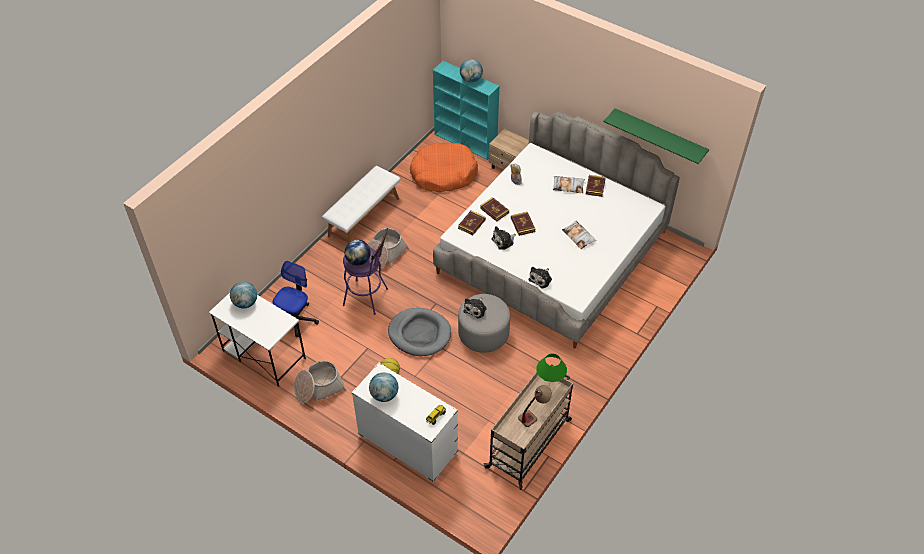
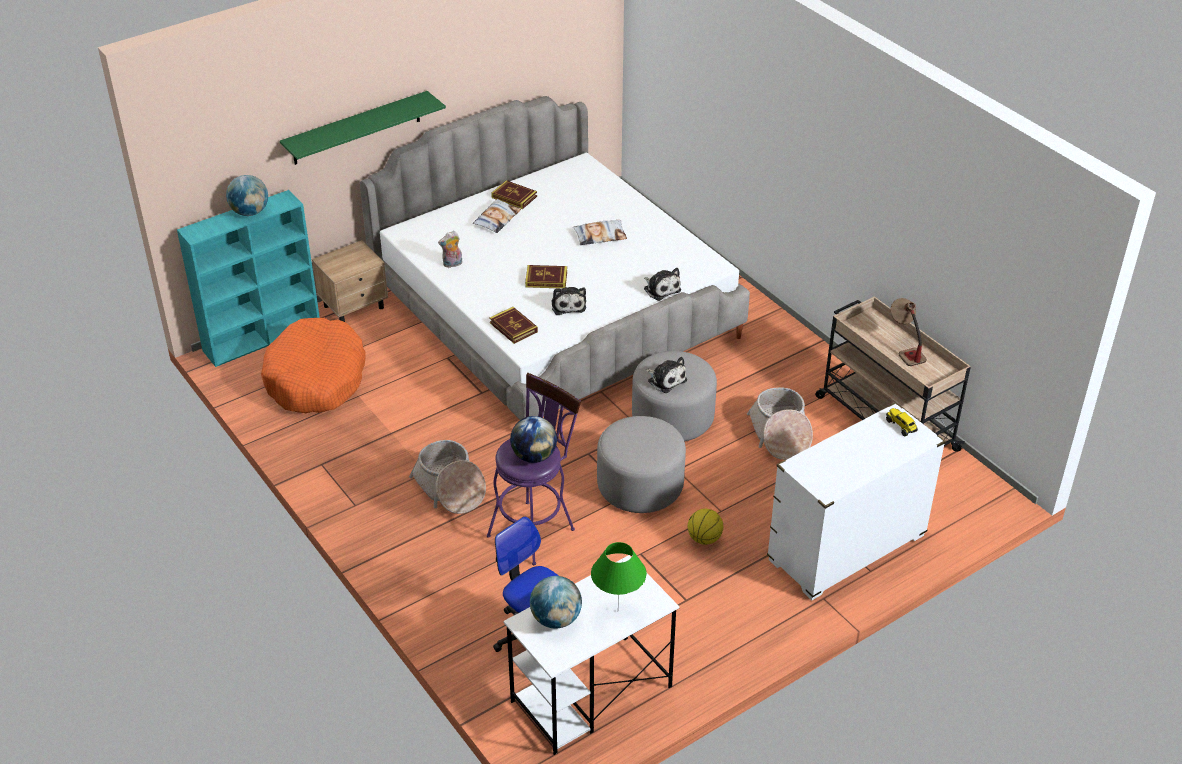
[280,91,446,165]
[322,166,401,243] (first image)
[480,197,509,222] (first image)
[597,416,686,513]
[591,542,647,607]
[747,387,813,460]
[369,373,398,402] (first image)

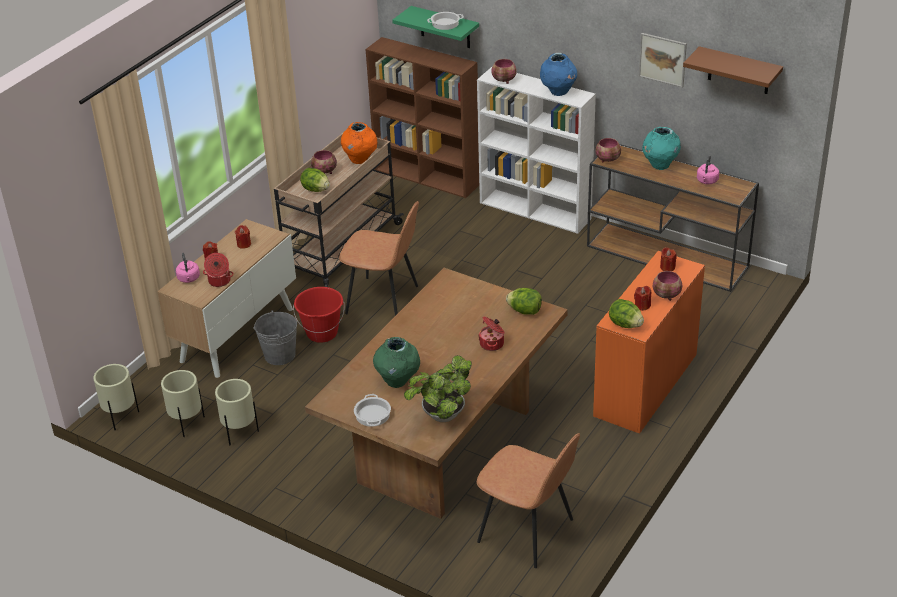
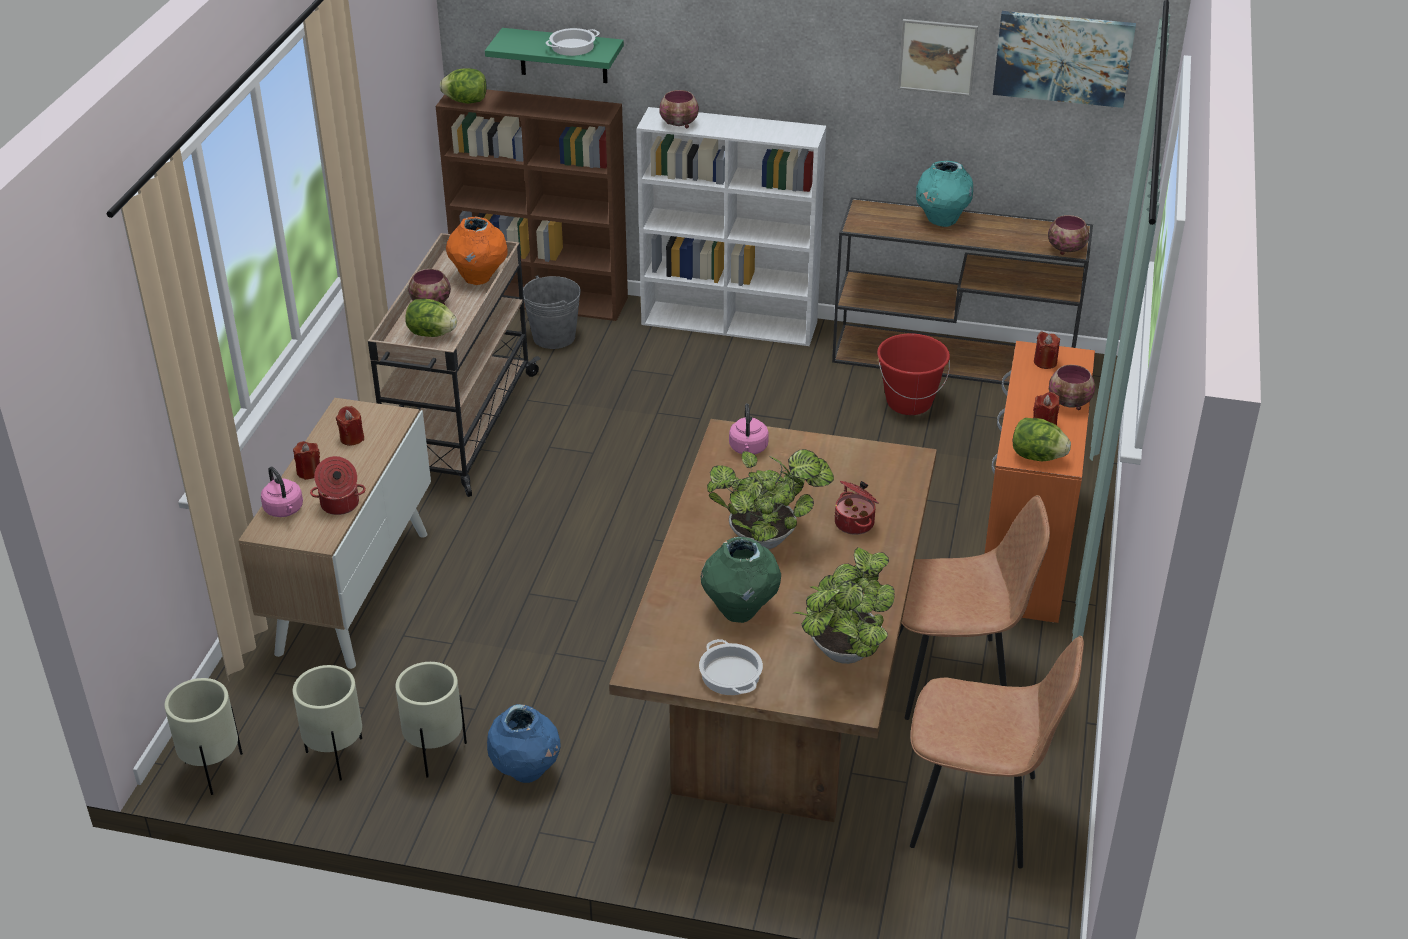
[993,11,1136,108]
[487,704,560,783]
[1048,215,1089,255]
[729,403,769,455]
[898,495,1050,720]
[877,334,950,415]
[440,68,487,104]
[523,275,581,349]
[707,449,834,550]

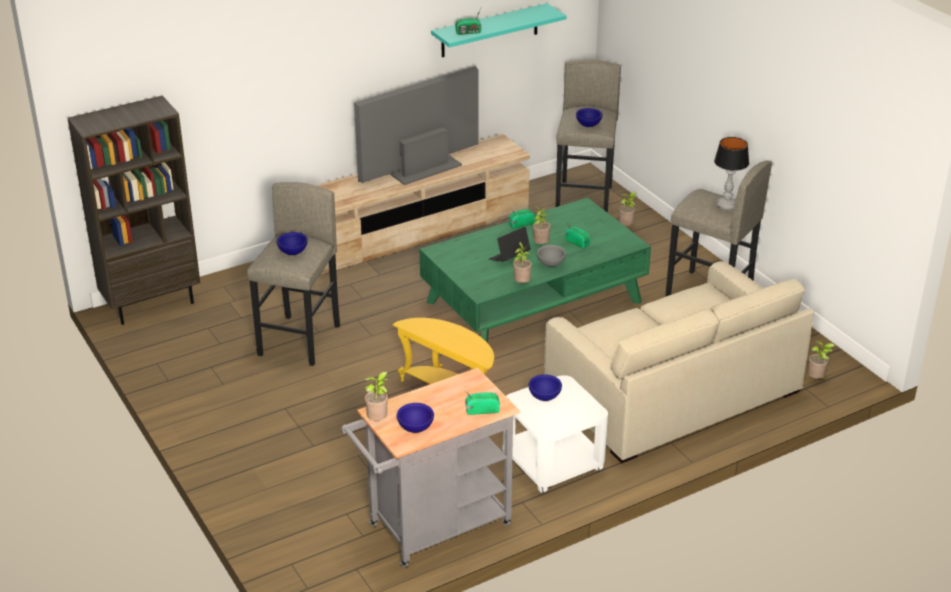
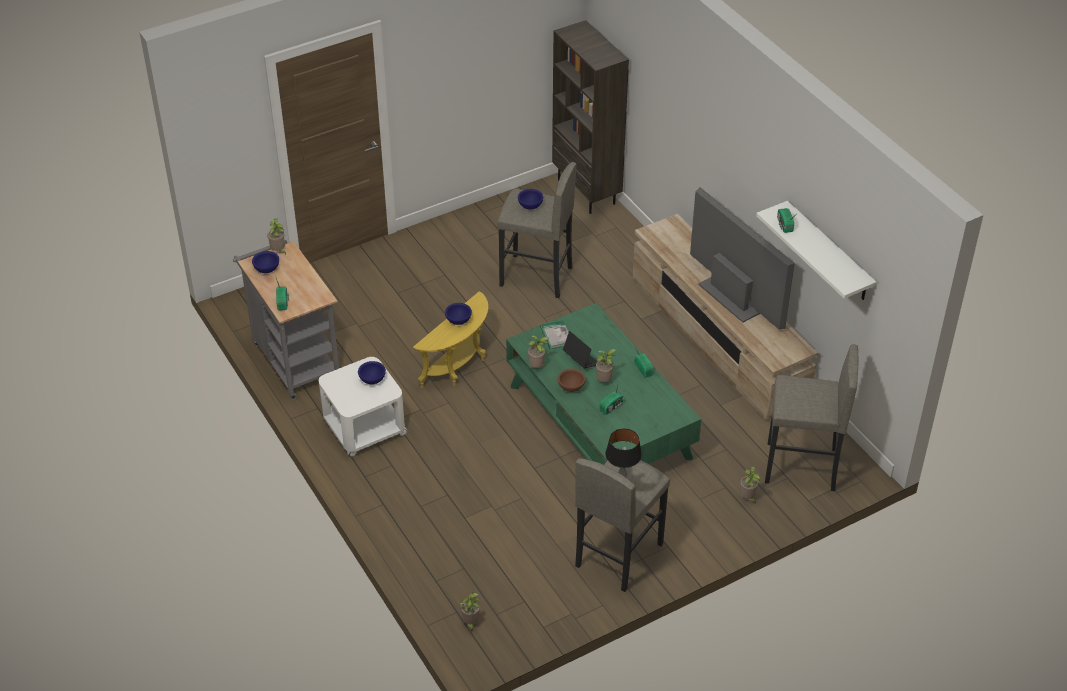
[756,201,877,300]
[445,303,472,325]
[558,368,586,392]
[544,261,814,464] (first image)
[540,320,569,349]

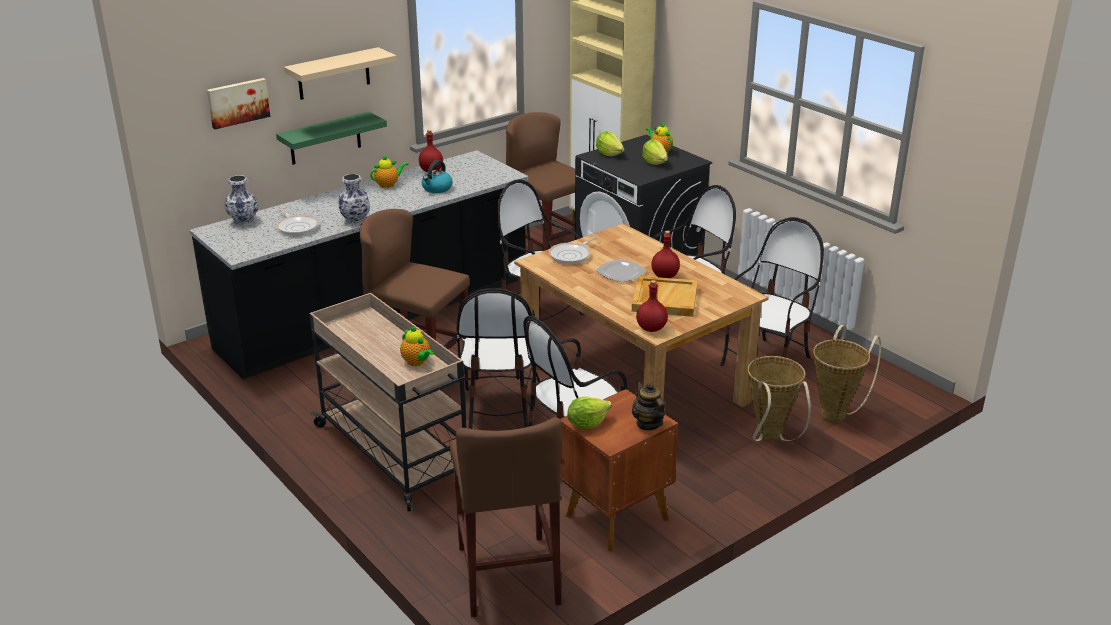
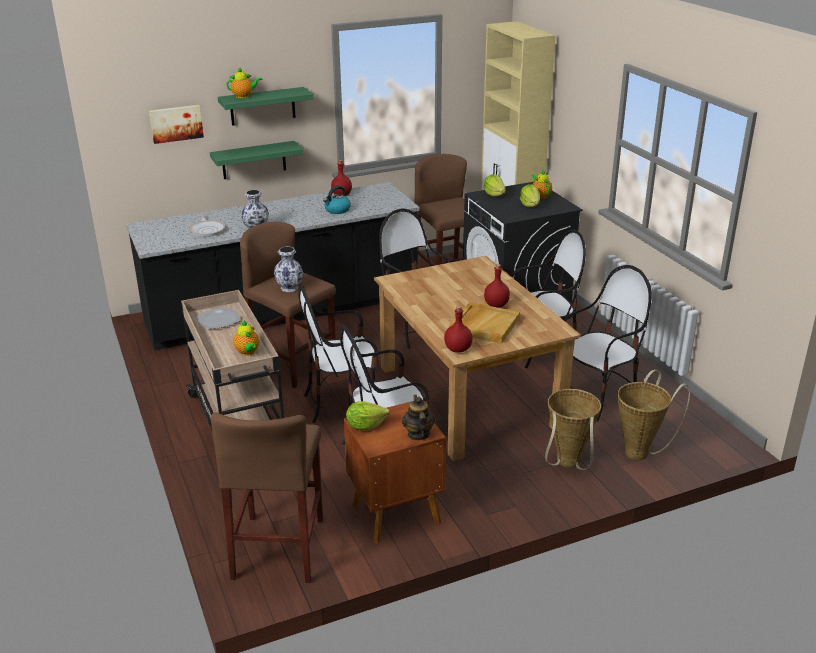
[218,87,313,126]
[226,68,263,98]
[274,246,303,292]
[549,236,598,264] (first image)
[197,307,240,329]
[298,283,378,423]

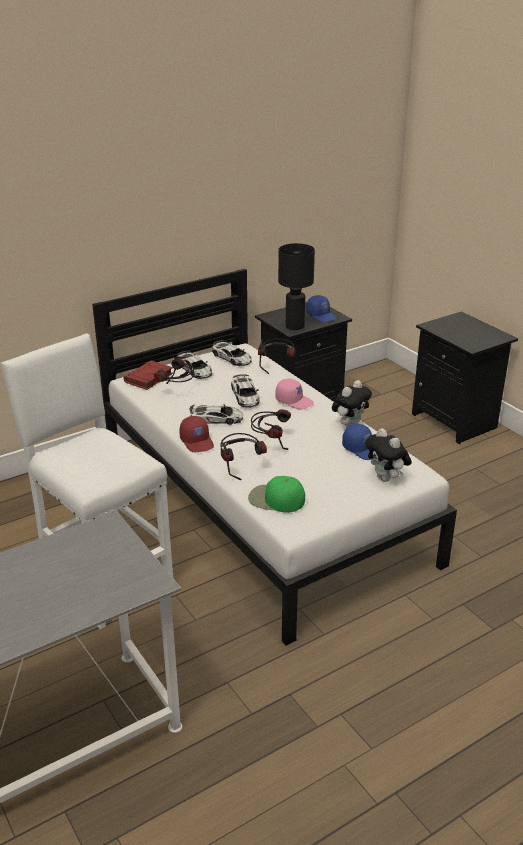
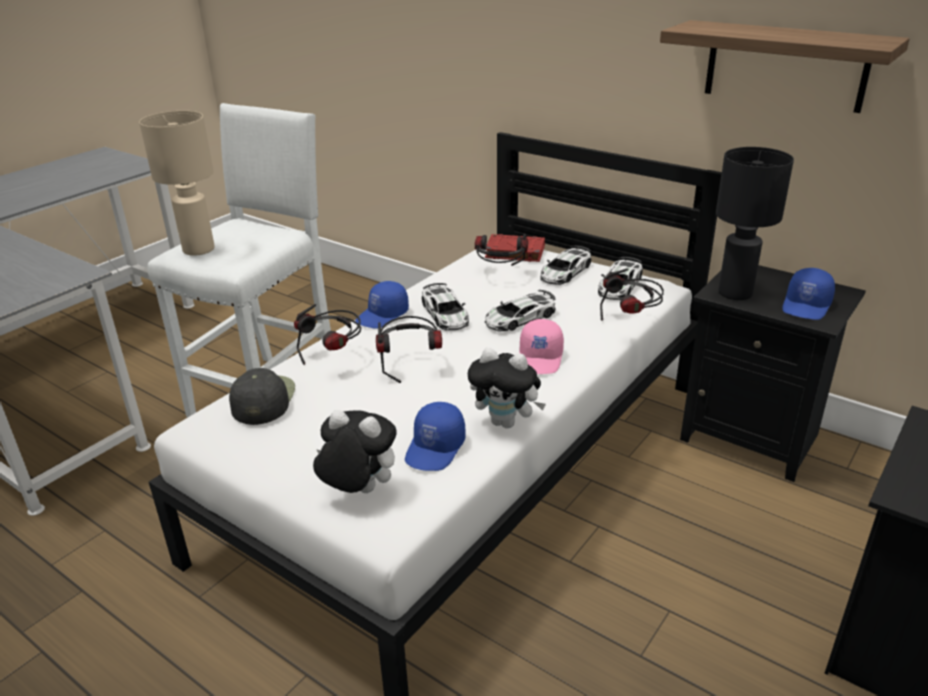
[355,281,409,329]
[313,410,396,493]
[229,368,295,425]
[660,20,910,113]
[139,111,215,256]

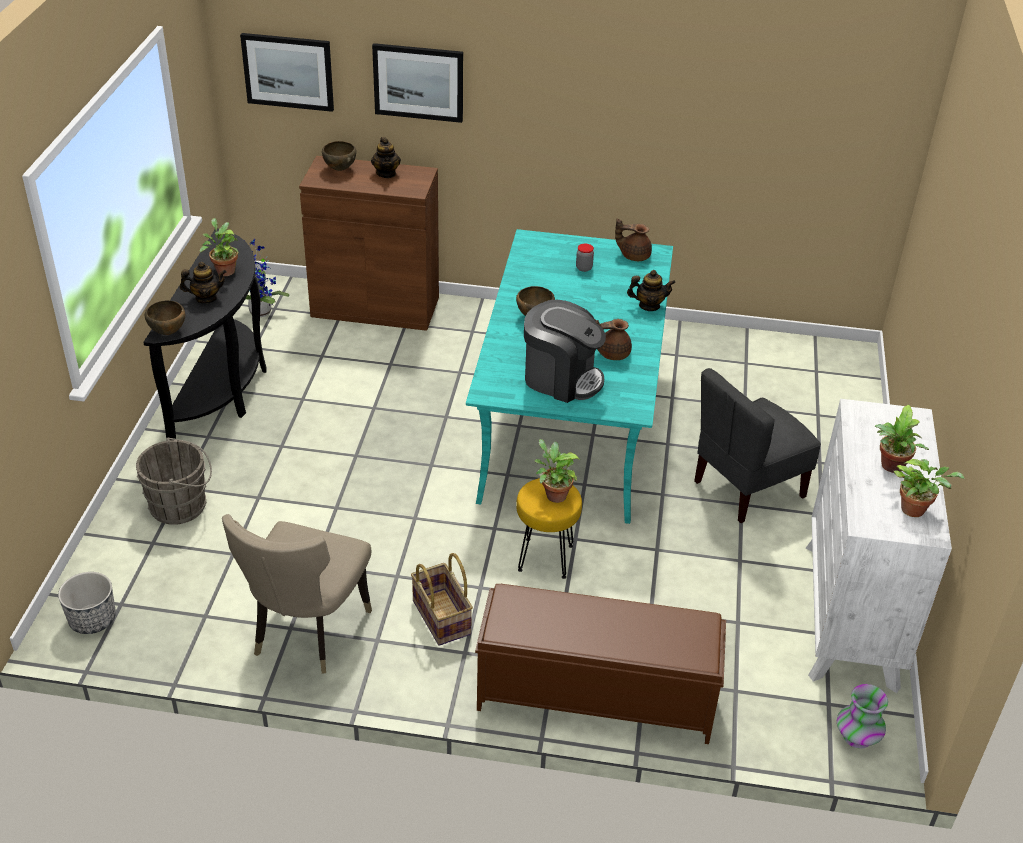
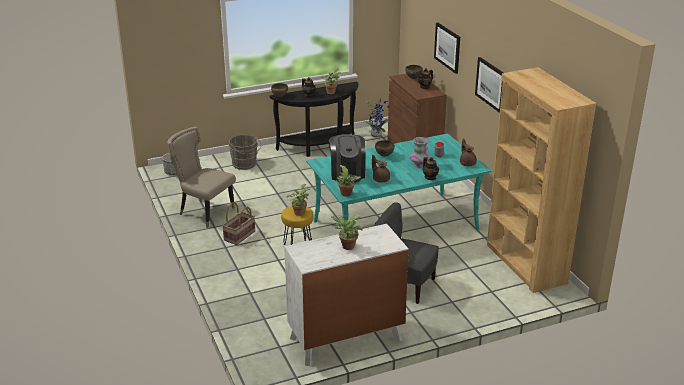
[475,57,504,113]
[337,165,360,197]
[167,127,236,228]
[475,584,726,744] (first image)
[409,137,430,167]
[487,67,596,293]

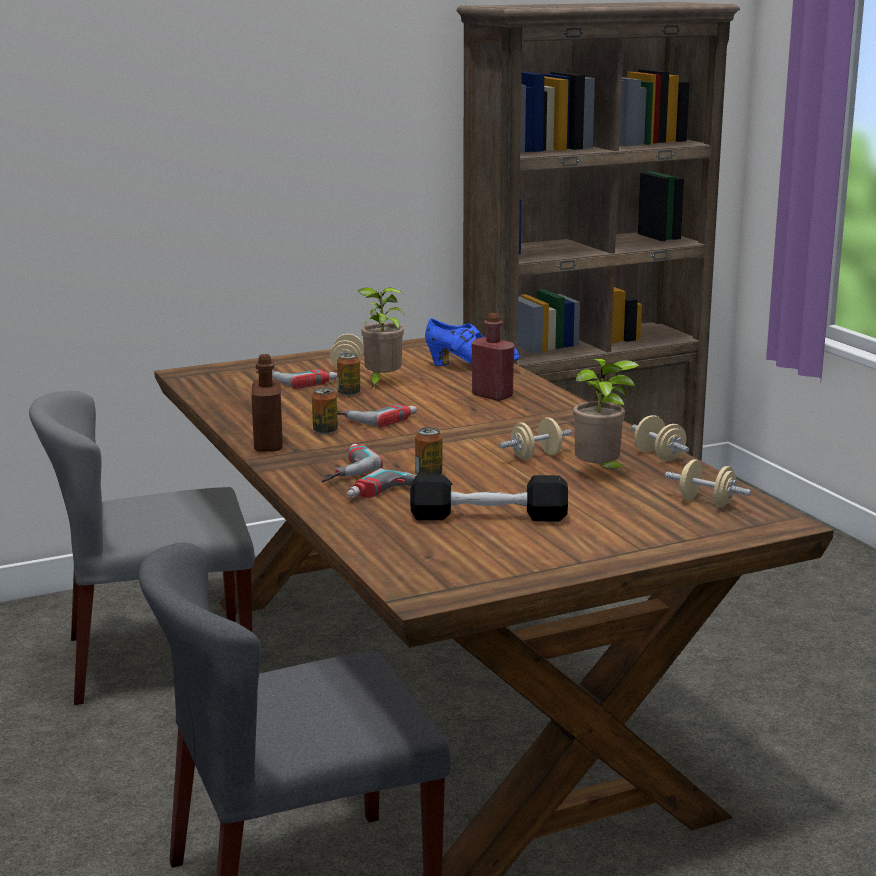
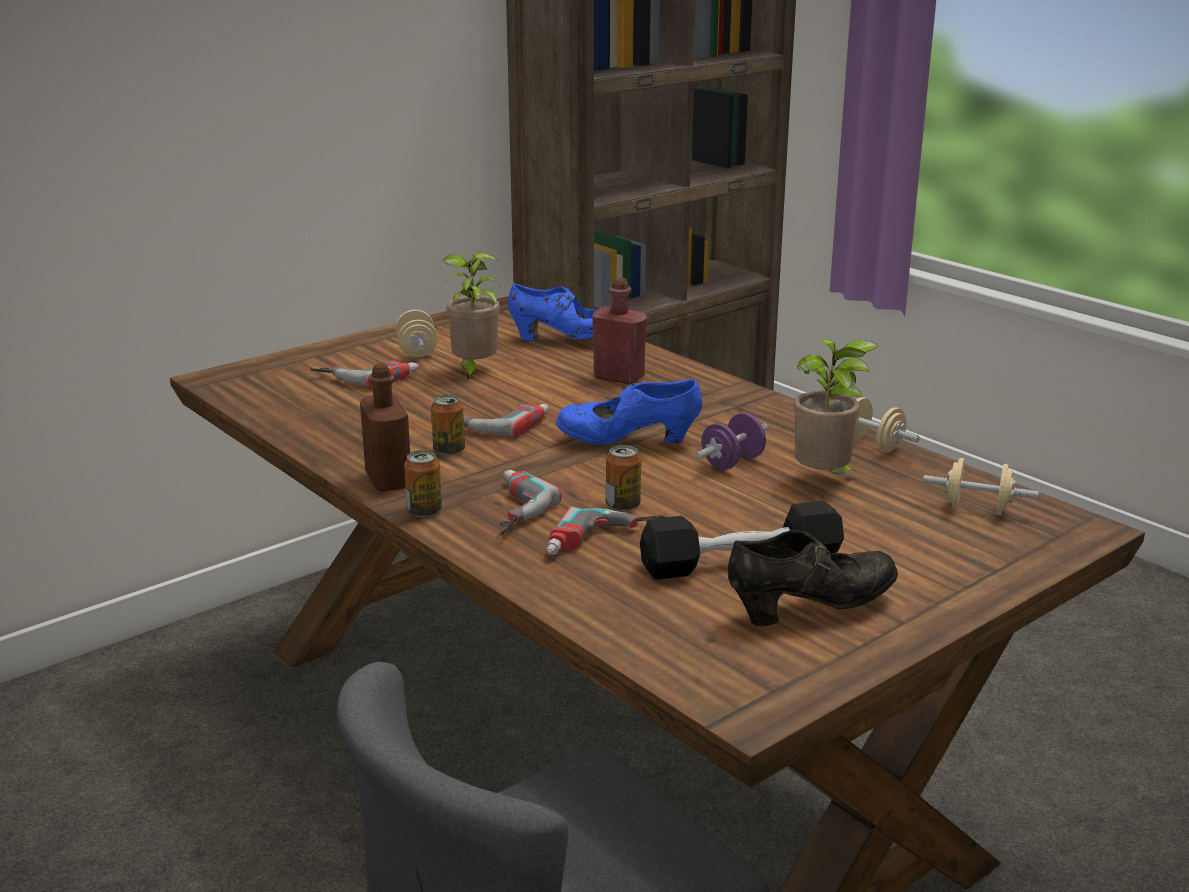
[404,450,442,517]
[29,390,255,705] (first image)
[696,413,768,470]
[556,379,702,445]
[728,530,898,626]

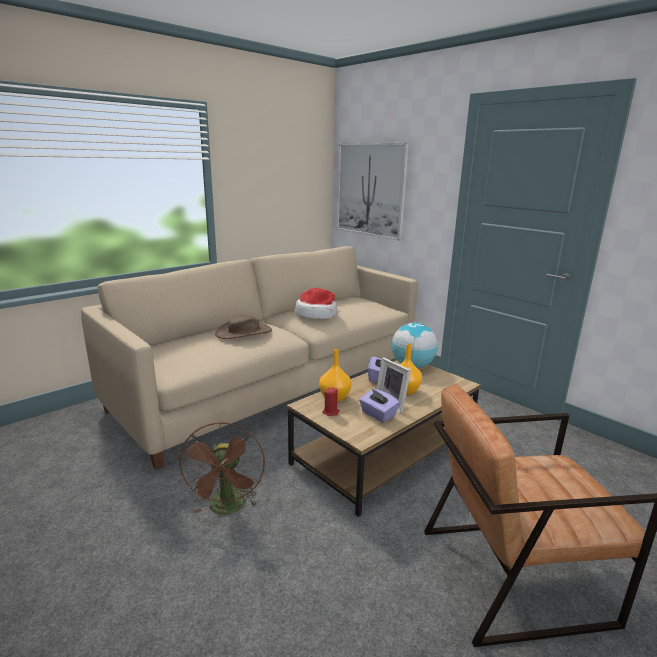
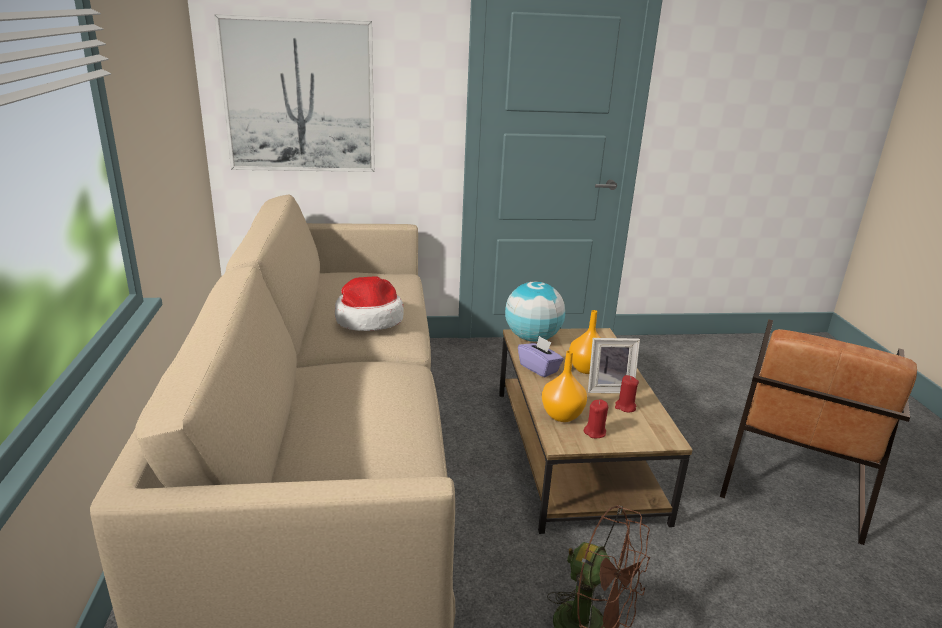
[215,314,272,339] (first image)
[615,375,639,412]

